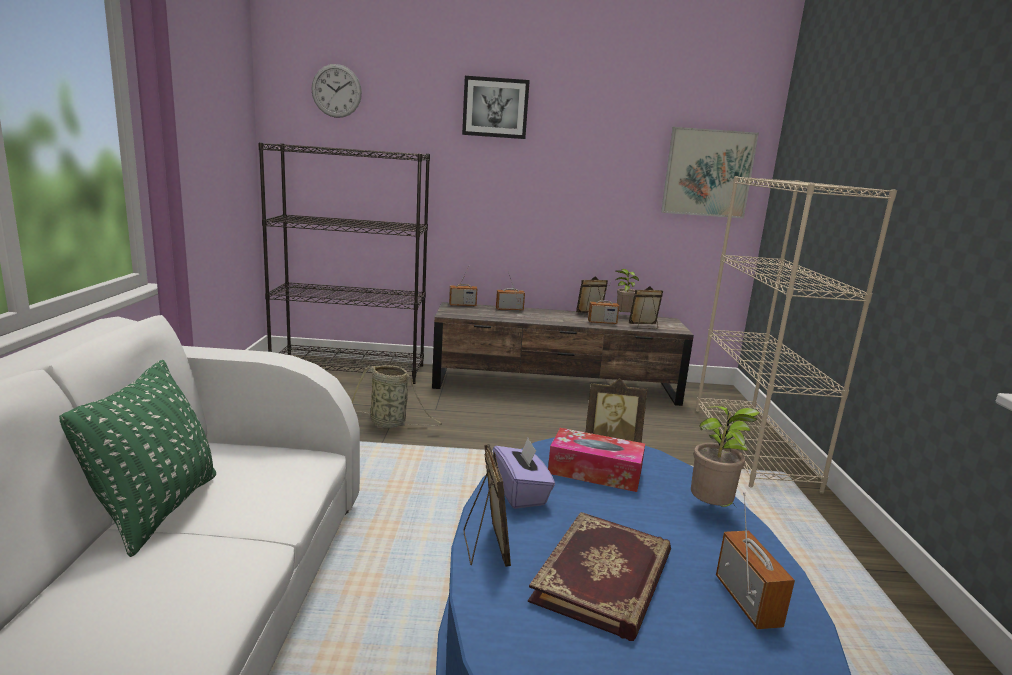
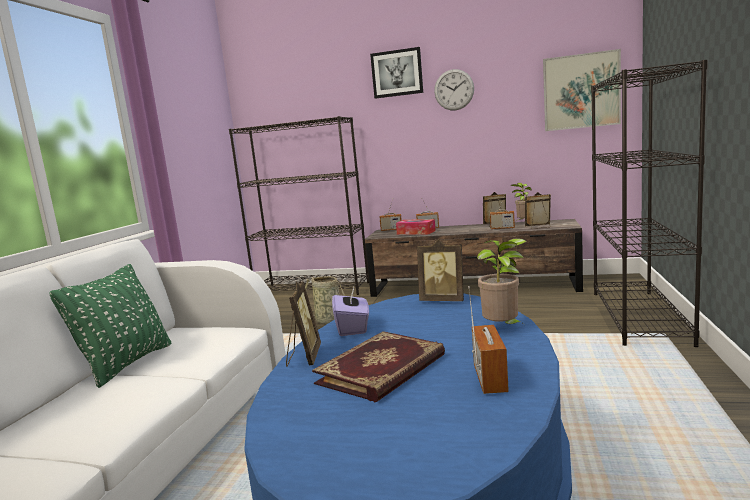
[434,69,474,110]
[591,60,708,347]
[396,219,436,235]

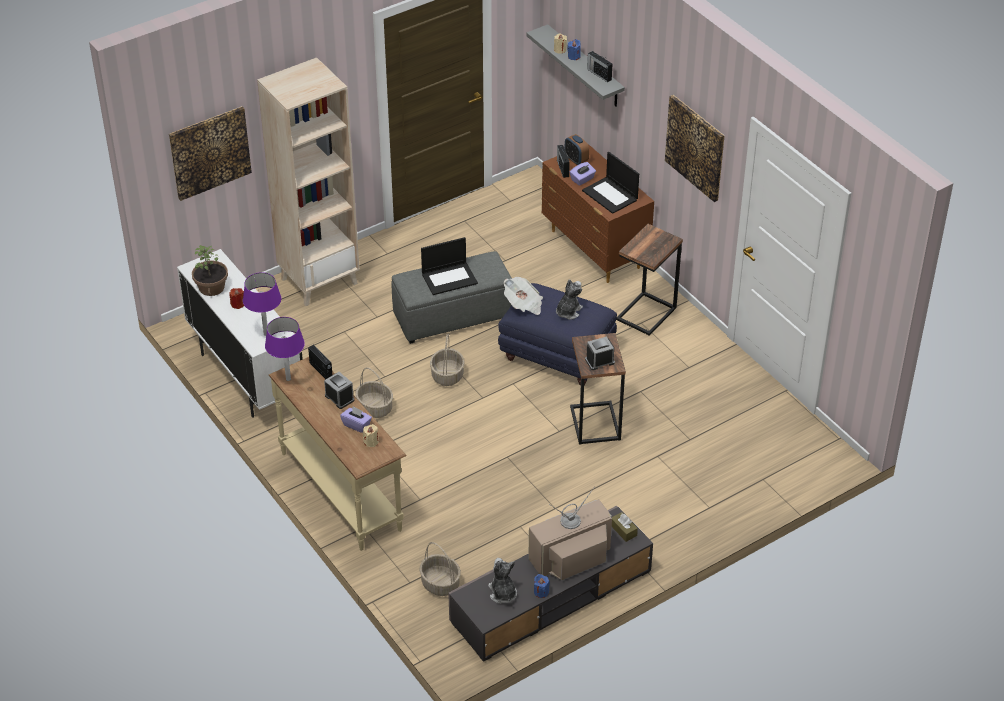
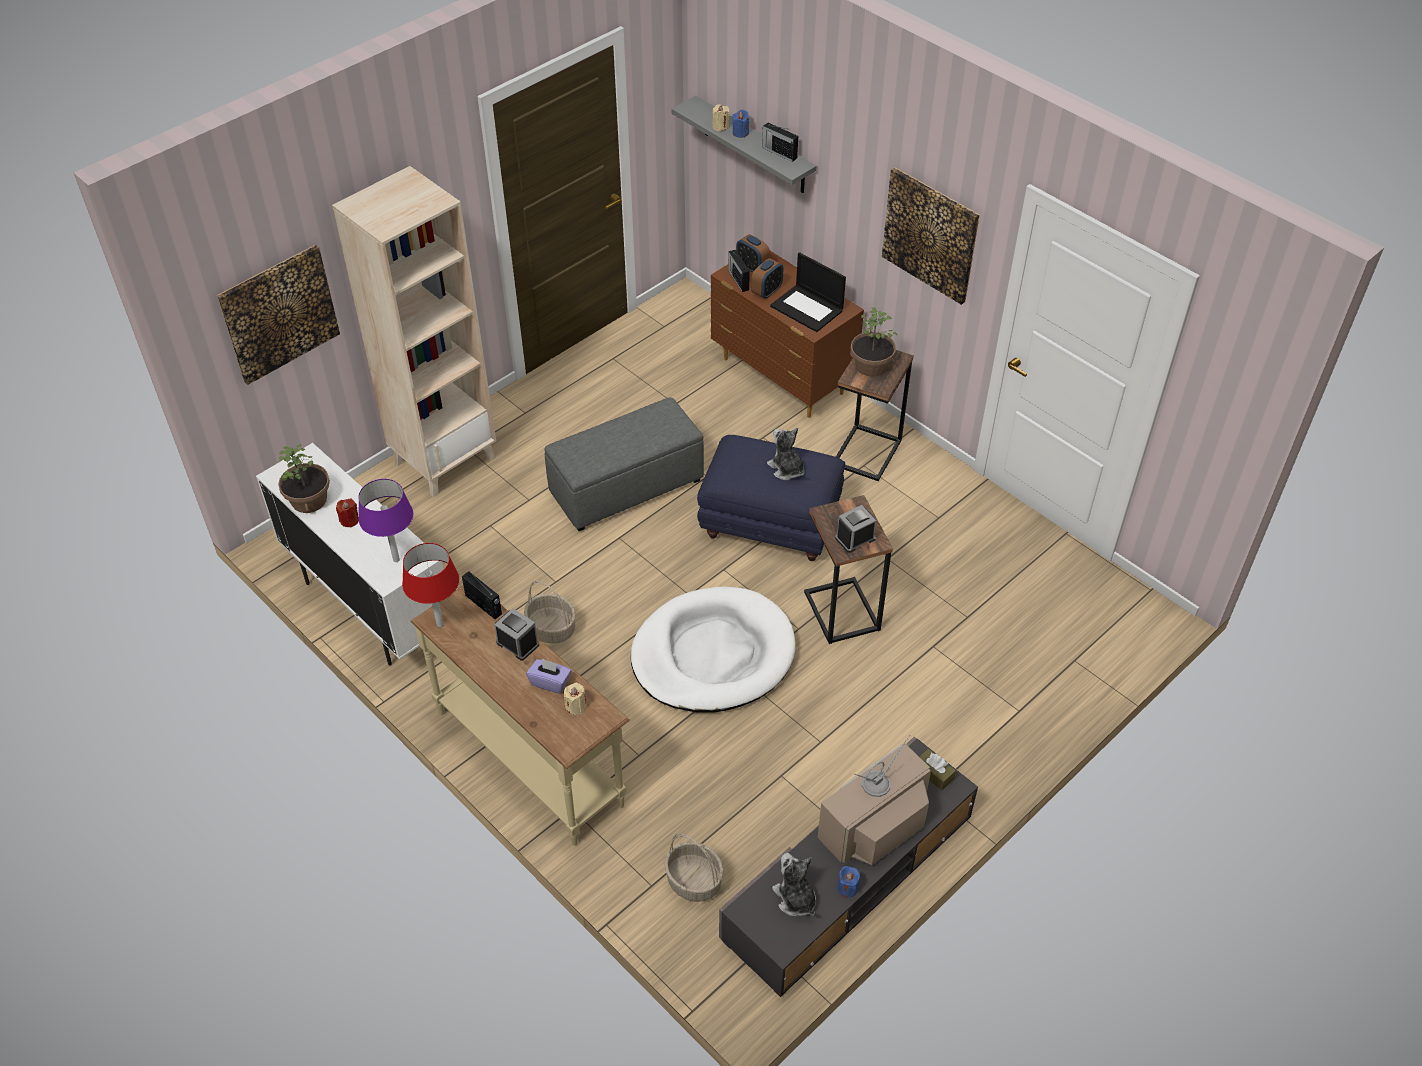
[751,258,783,299]
[421,237,478,295] (first image)
[504,277,543,315] (first image)
[767,428,805,480]
[402,543,459,627]
[430,334,465,386] (first image)
[850,307,898,377]
[631,587,795,713]

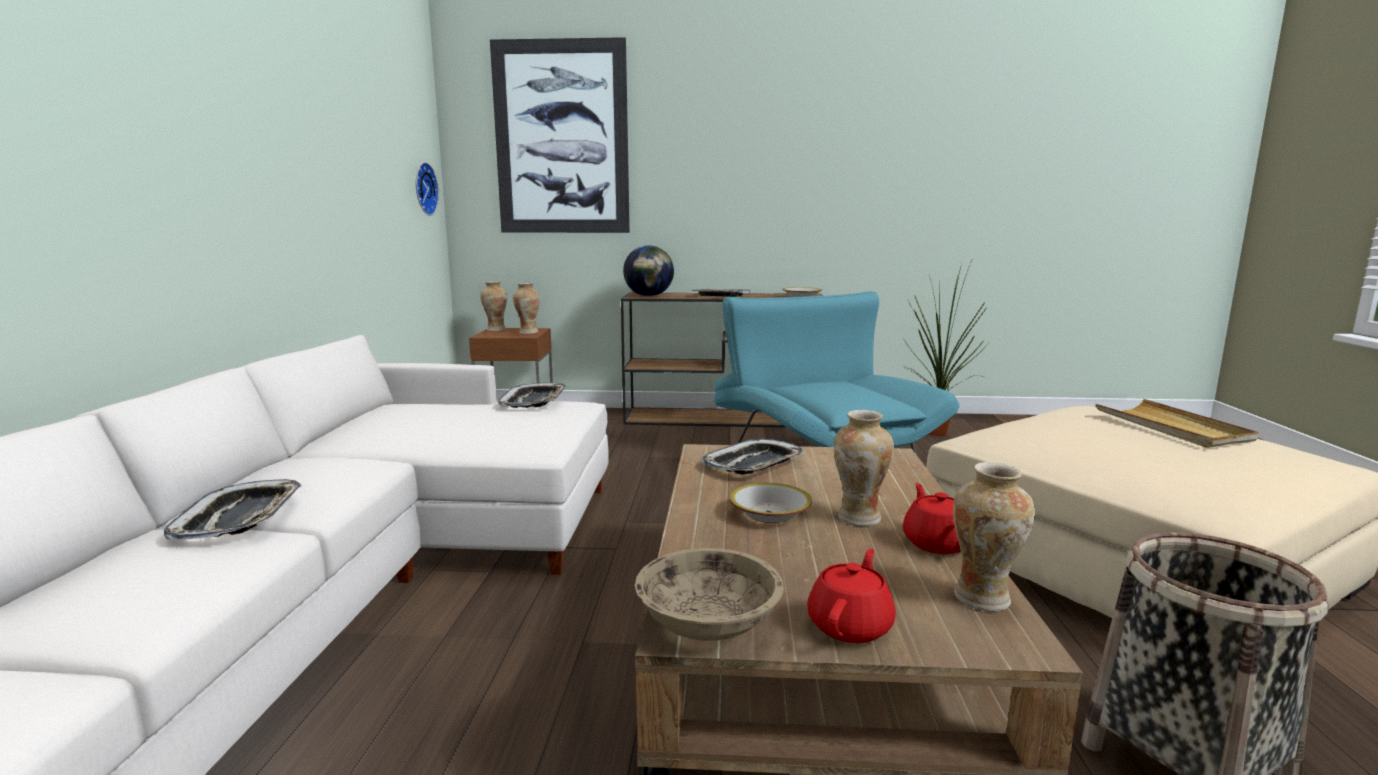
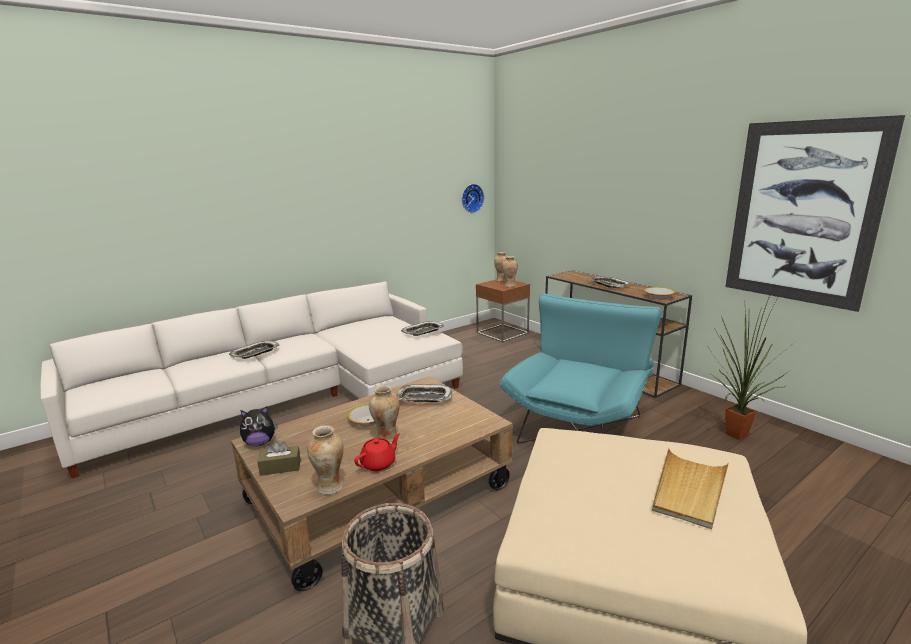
[725,115,905,312]
[623,245,674,296] (first image)
[240,406,278,446]
[257,440,301,476]

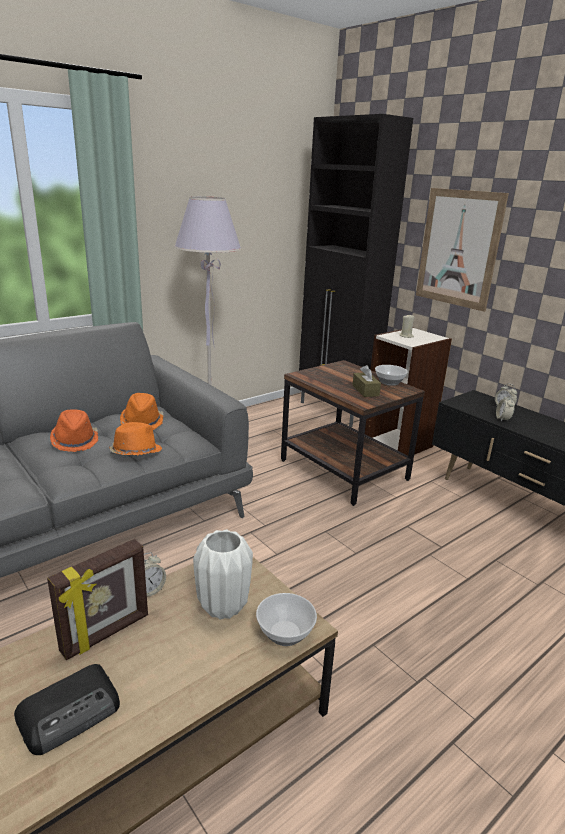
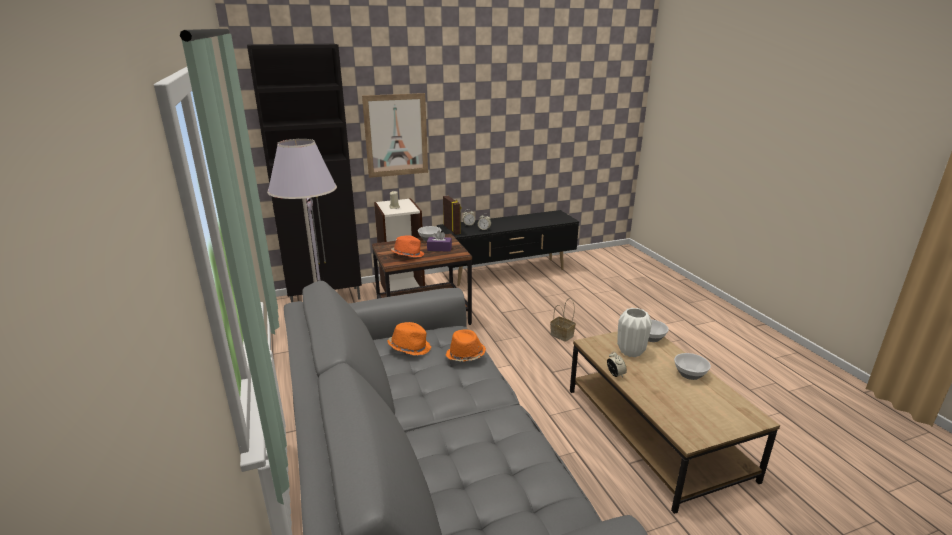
[427,231,452,252]
[391,235,424,257]
[443,196,461,235]
[14,664,120,755] (first image)
[550,298,576,342]
[674,353,711,380]

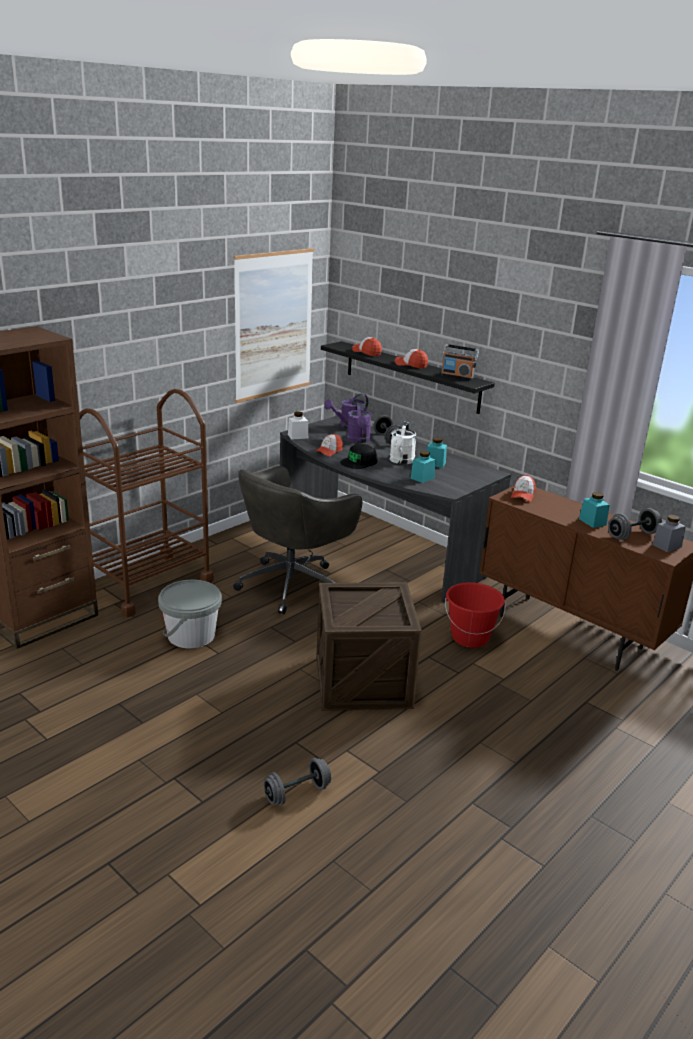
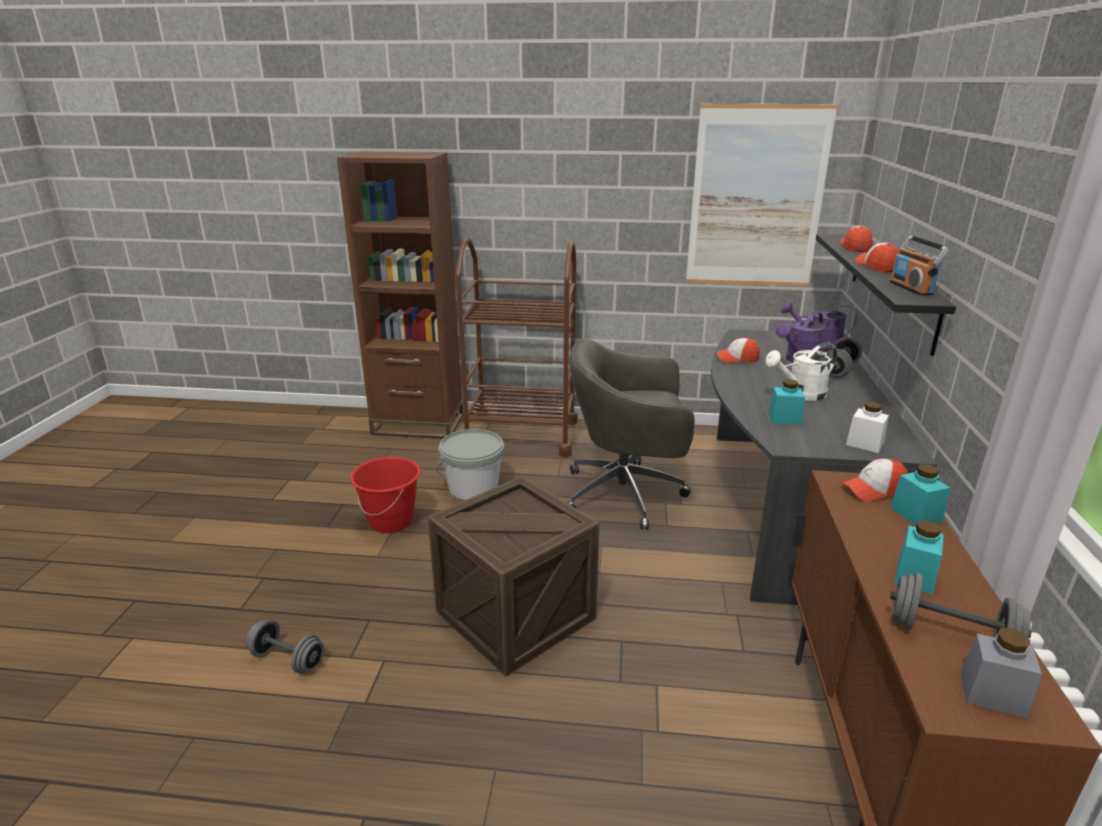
[846,402,889,453]
[890,464,950,525]
[340,444,377,469] (first image)
[350,457,420,533]

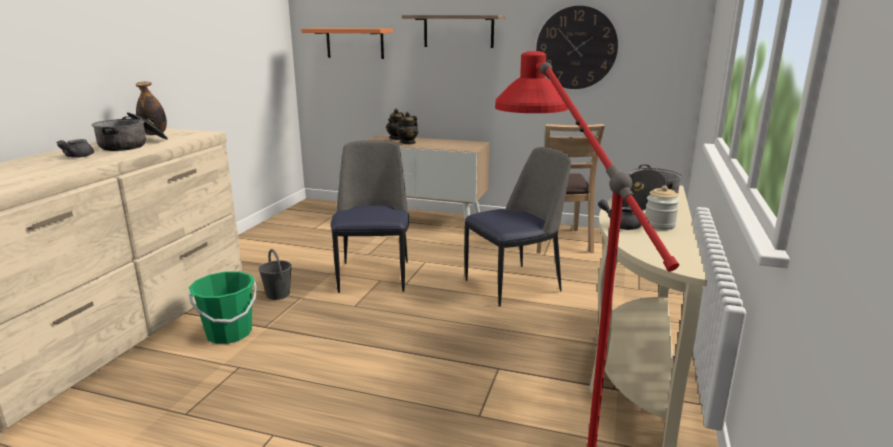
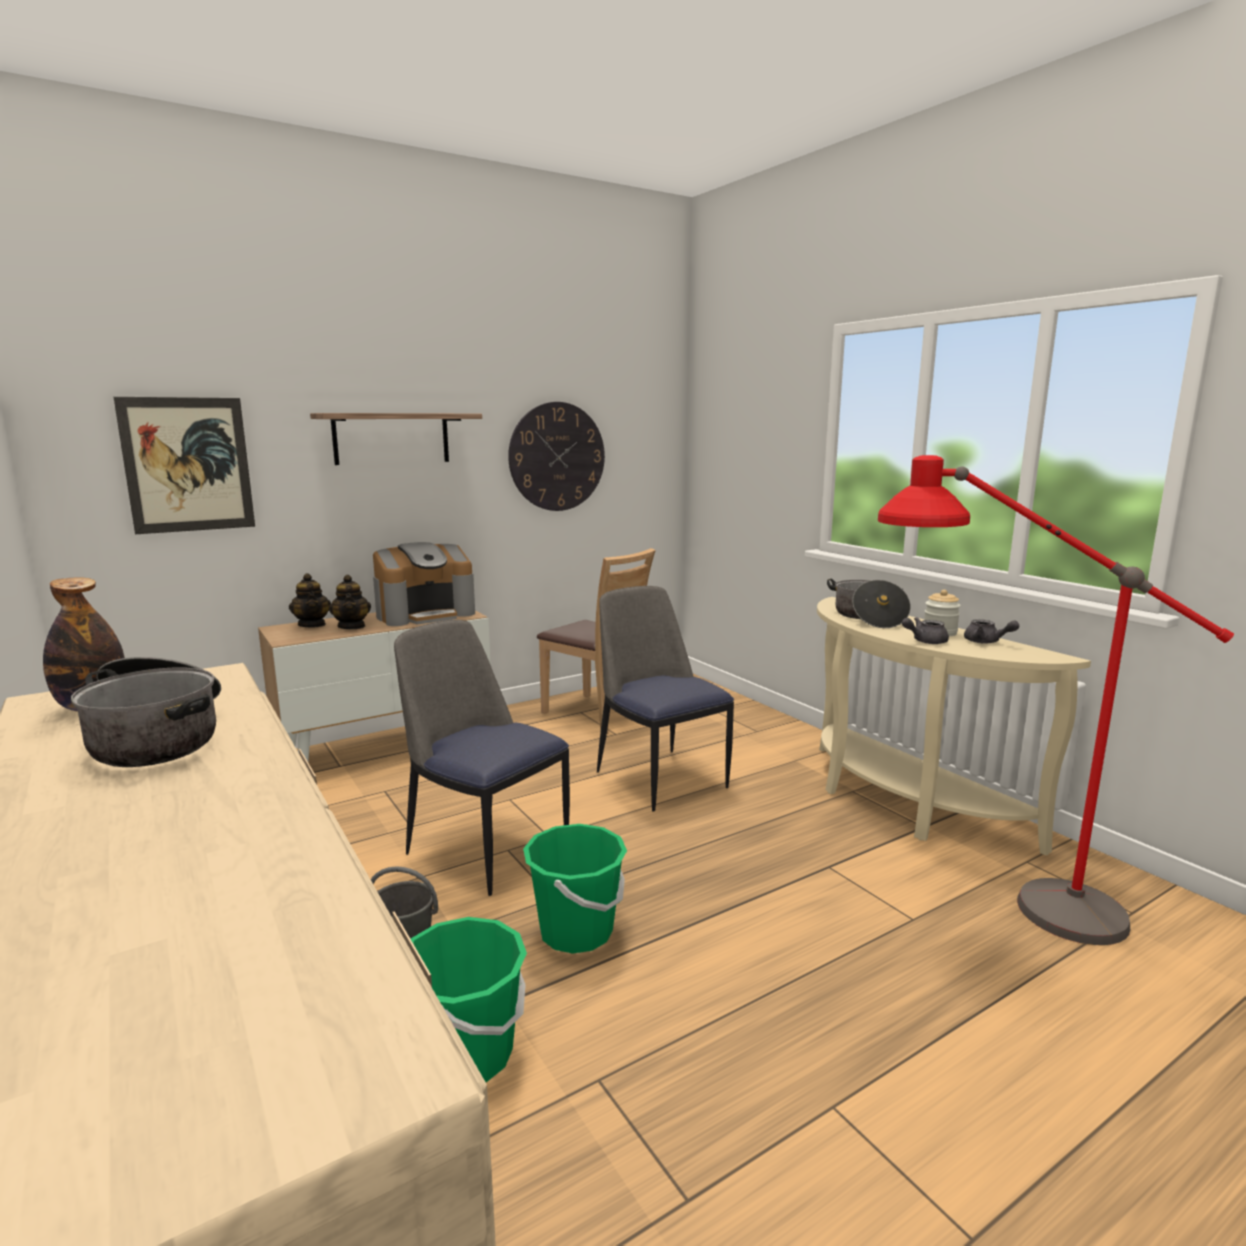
[113,397,255,534]
[964,619,1019,644]
[597,586,734,812]
[373,542,475,626]
[523,824,627,954]

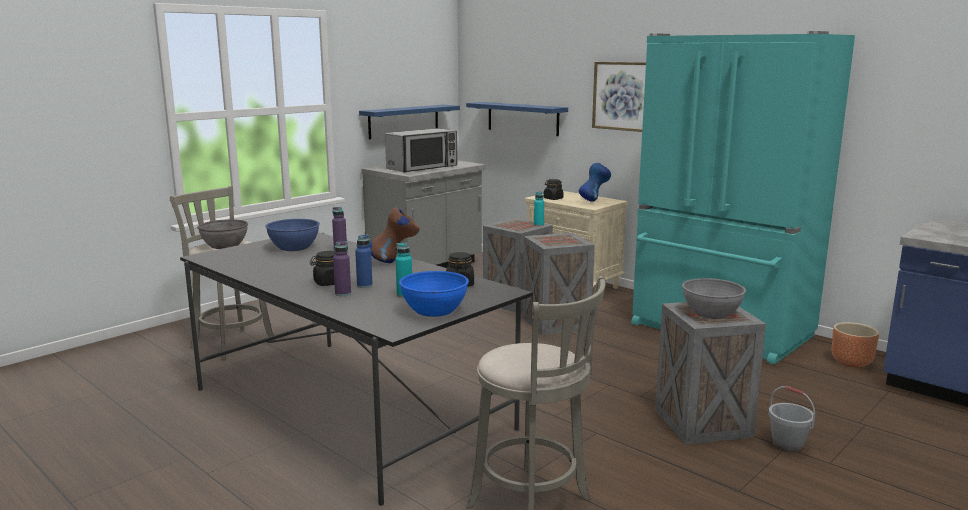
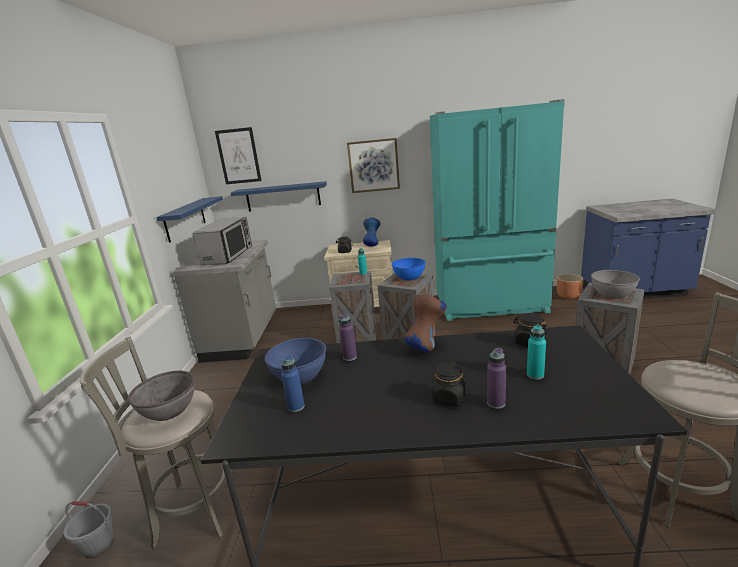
[281,355,305,412]
[392,258,426,280]
[64,501,114,558]
[215,127,261,184]

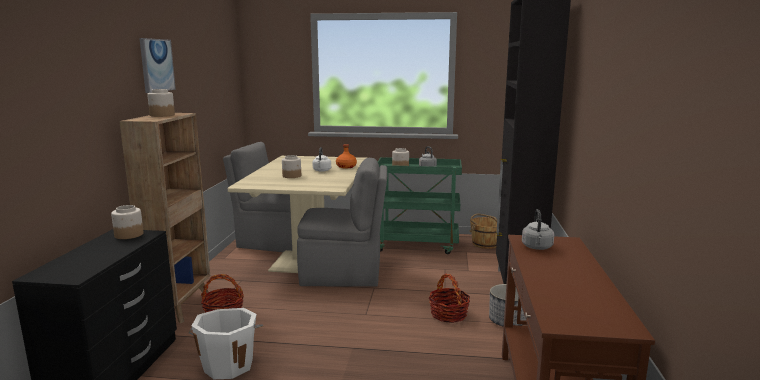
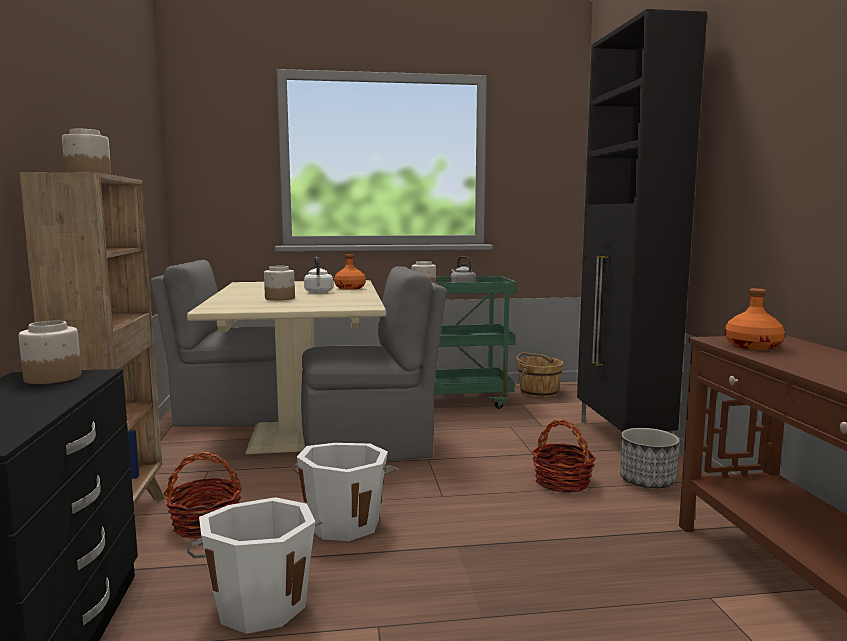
[139,38,176,93] (first image)
[724,288,785,350]
[293,443,397,541]

